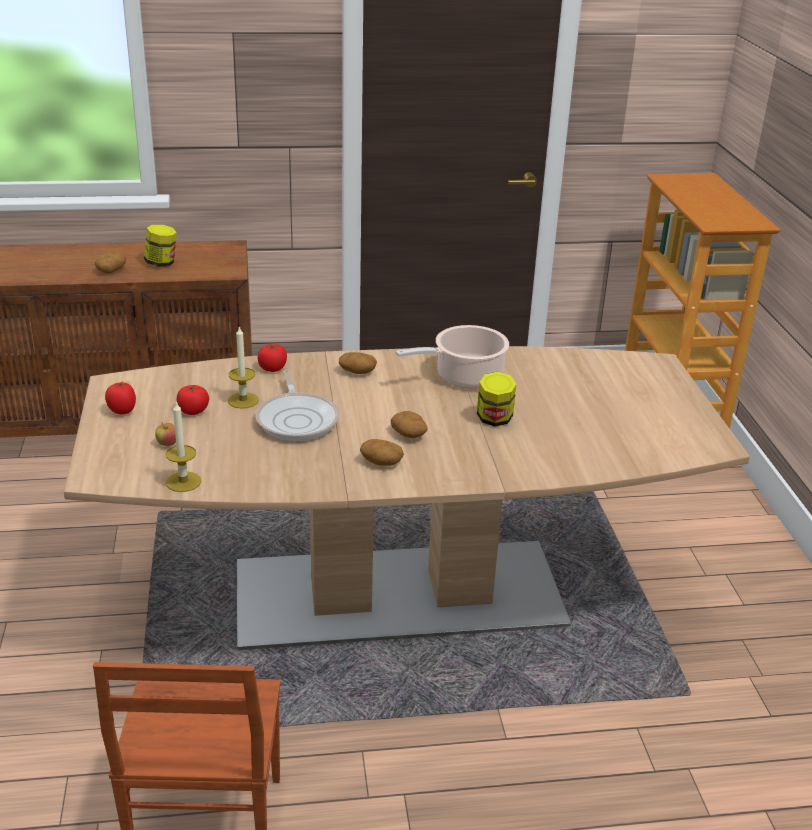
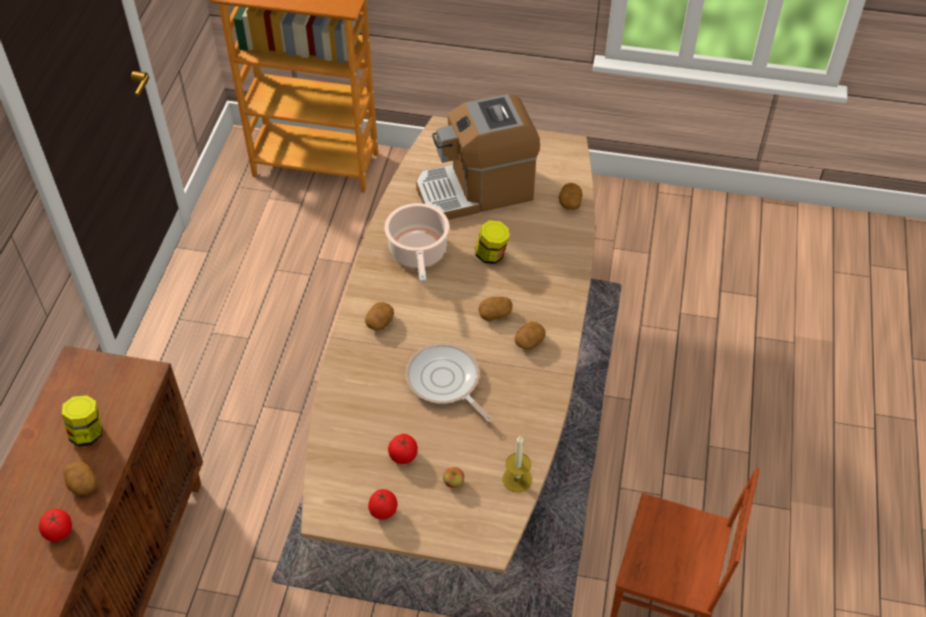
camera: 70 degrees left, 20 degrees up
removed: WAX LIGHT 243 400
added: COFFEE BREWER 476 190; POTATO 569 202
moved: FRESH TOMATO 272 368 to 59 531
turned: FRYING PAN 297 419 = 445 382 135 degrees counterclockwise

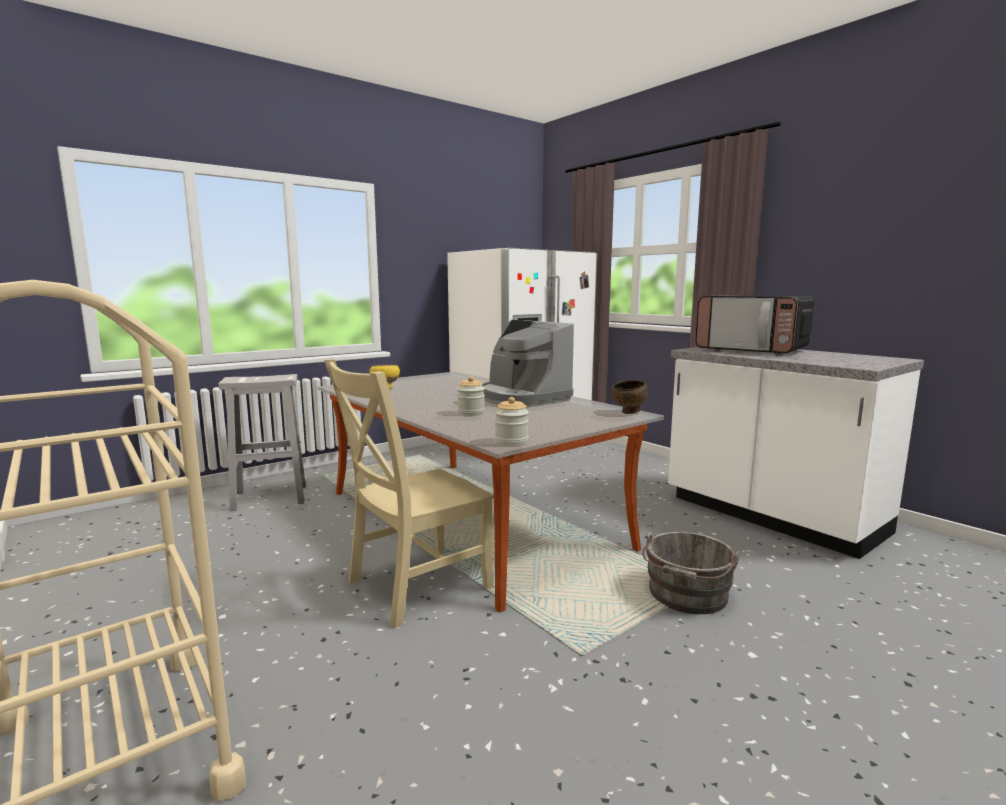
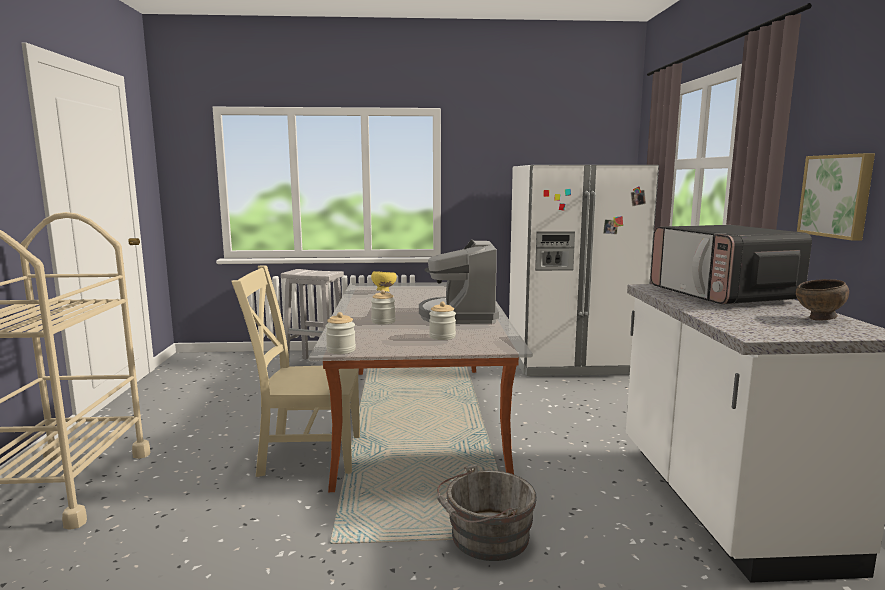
camera: 35 degrees right, 0 degrees up
added: JAR 442 336; WALL ART 837 196
moved: BROWNISH SERVING BOWL 629 413 to 819 319

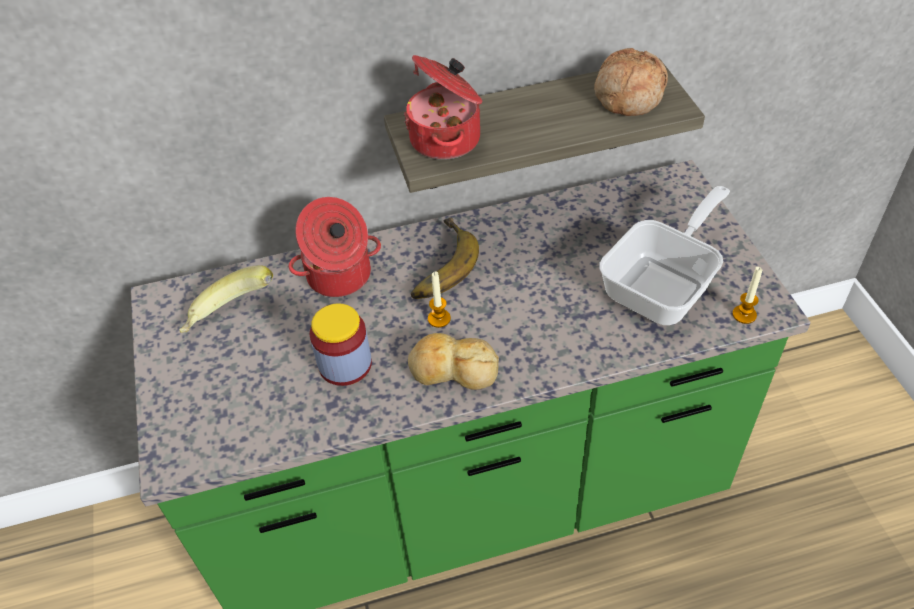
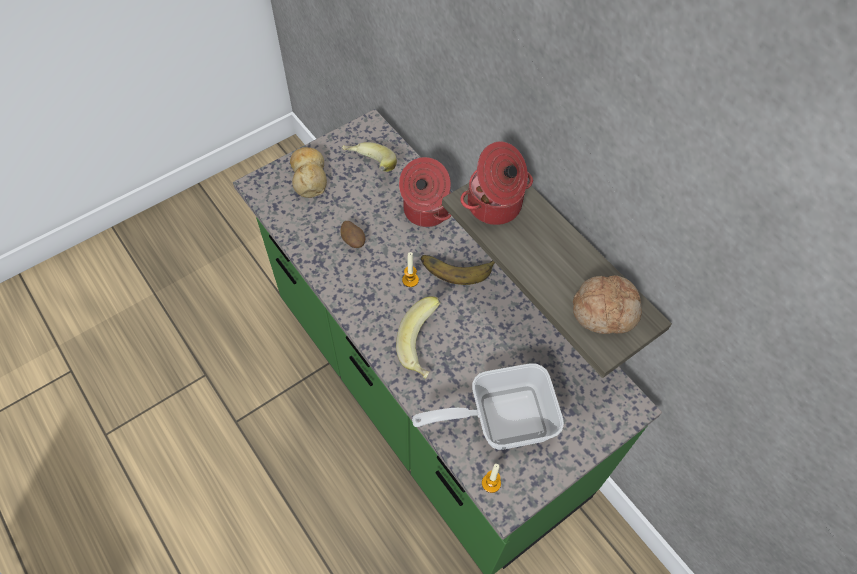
camera: 65 degrees right, 10 degrees up
added: WHOLE BANANA 424 347
moved: BAKED BREAD 453 370 to 309 176
replaced: JAR 345 364 to POTATO 353 241
turned: FRYING PAN 664 285 = 500 418 150 degrees clockwise

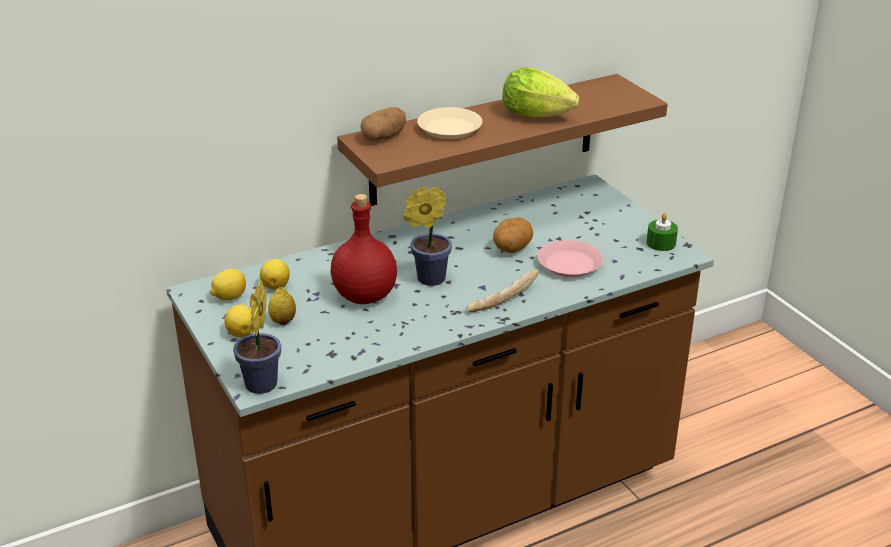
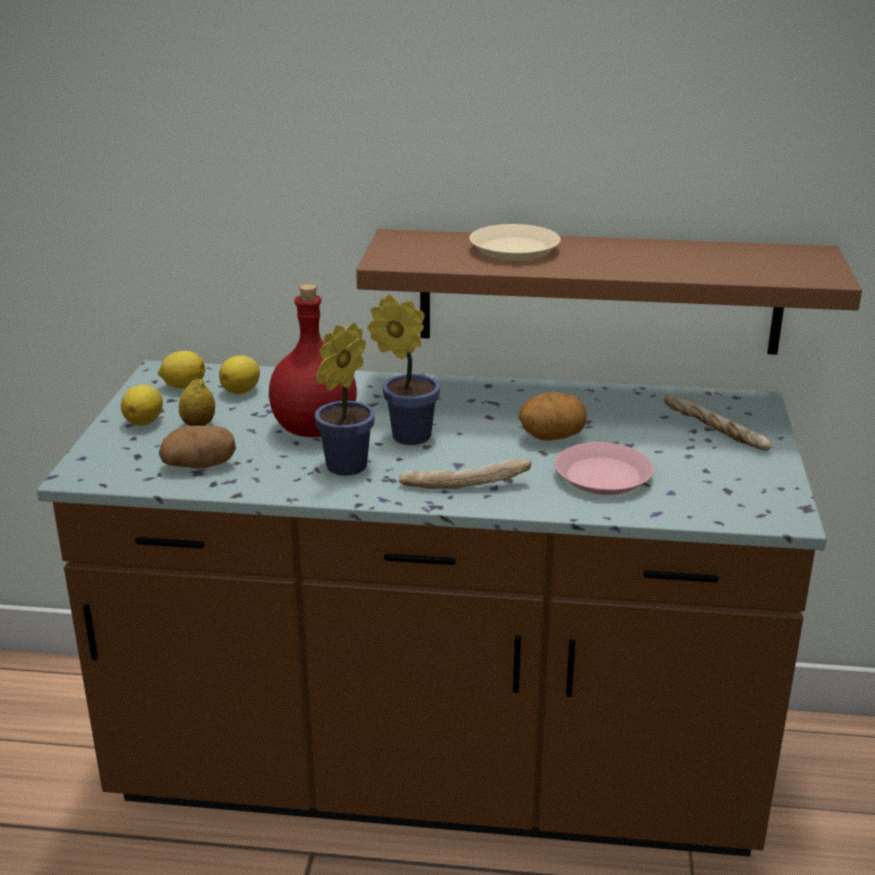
camera: 35 degrees right, 5 degrees down
removed: HEAD OF LETTUCE 540 116; GREEN WAX LIGHT 661 243
added: BAKED BREAD 714 434
moved: POTTED PLANT 260 387 to 342 468; POTATO 383 137 to 200 465

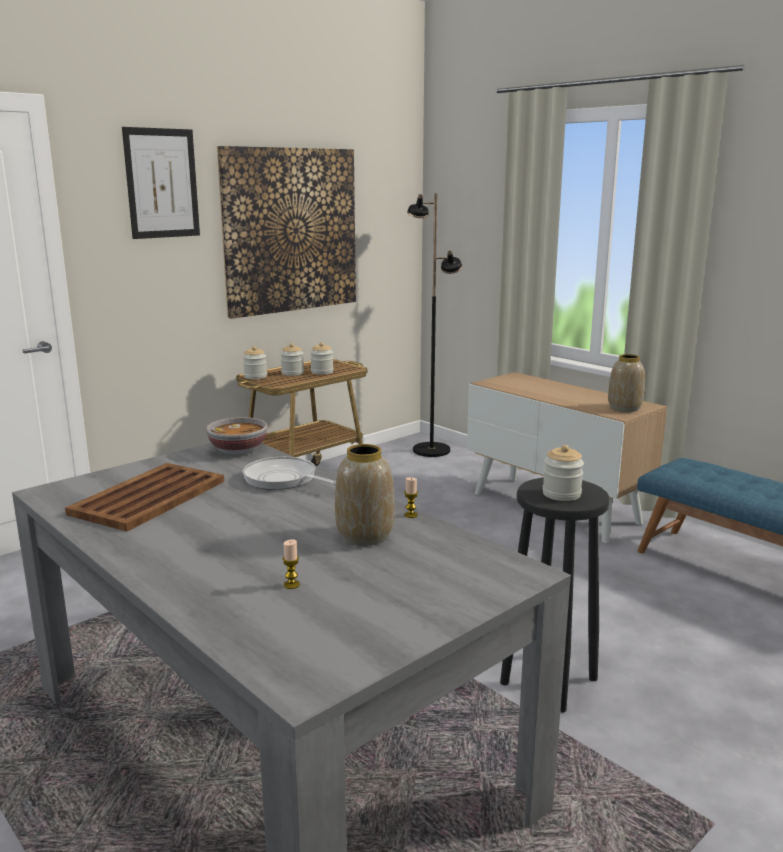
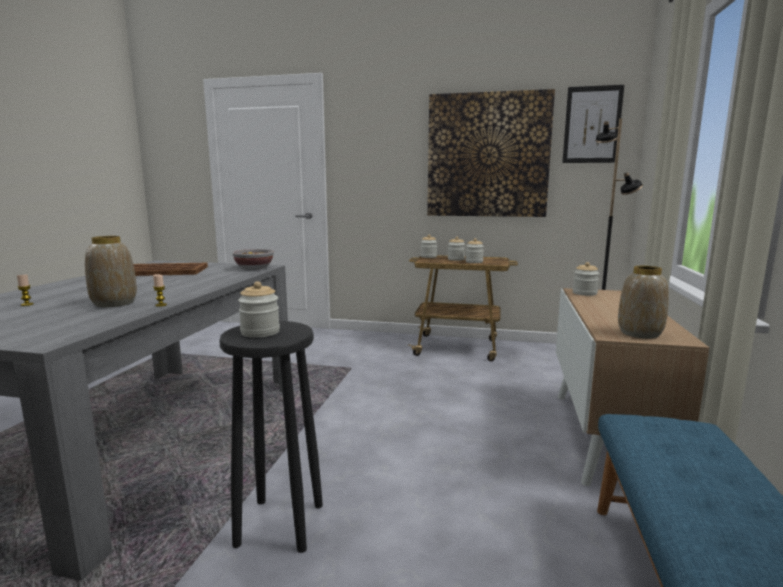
camera: 55 degrees right, 5 degrees down
removed: FRYING PAN 283 479
added: JAR 584 293
moved: WALL ART 162 183 to 592 125

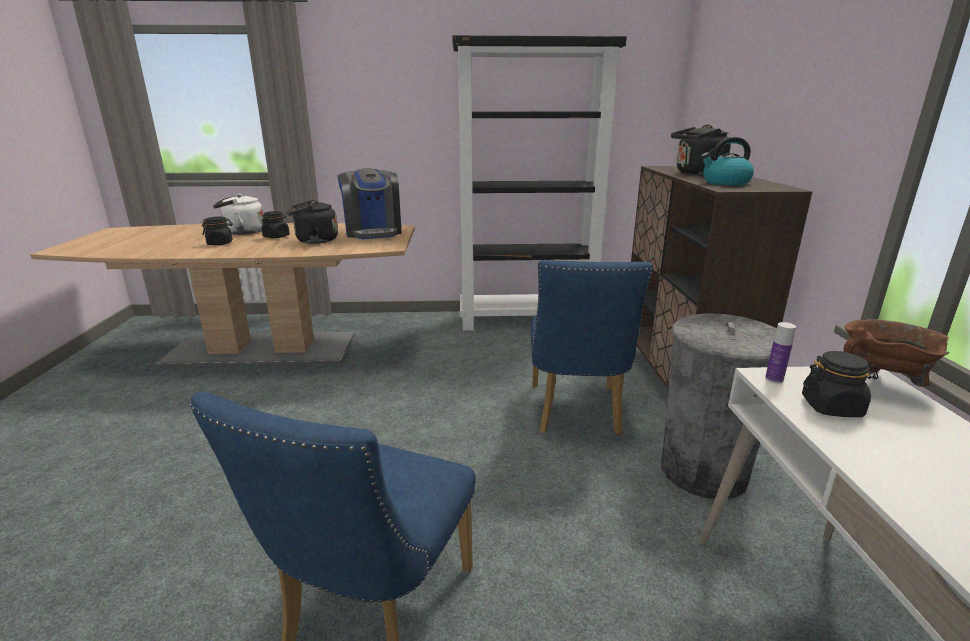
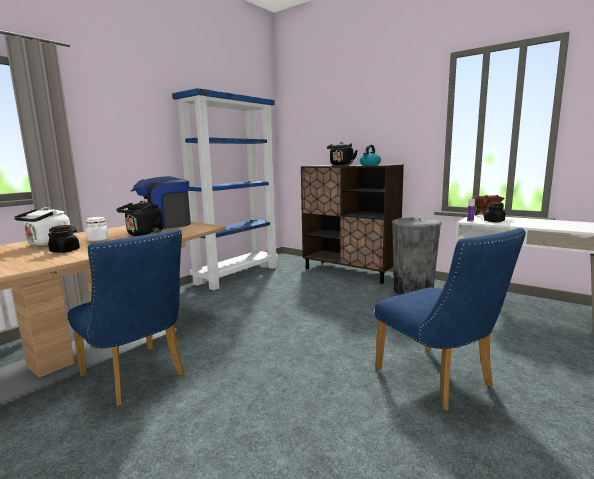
camera: 50 degrees left, 10 degrees down
moved: BLUE CHAIR 575 414 to 137 378
recoloured: BLACKISH JAR 276 236 to WHITISH JAR 98 239; BLACKISH BOOKCASE 527 320 to BLUE BOOKCASE 237 275
turned: COFFEE BREWER 373 232 = 164 225 135 degrees clockwise

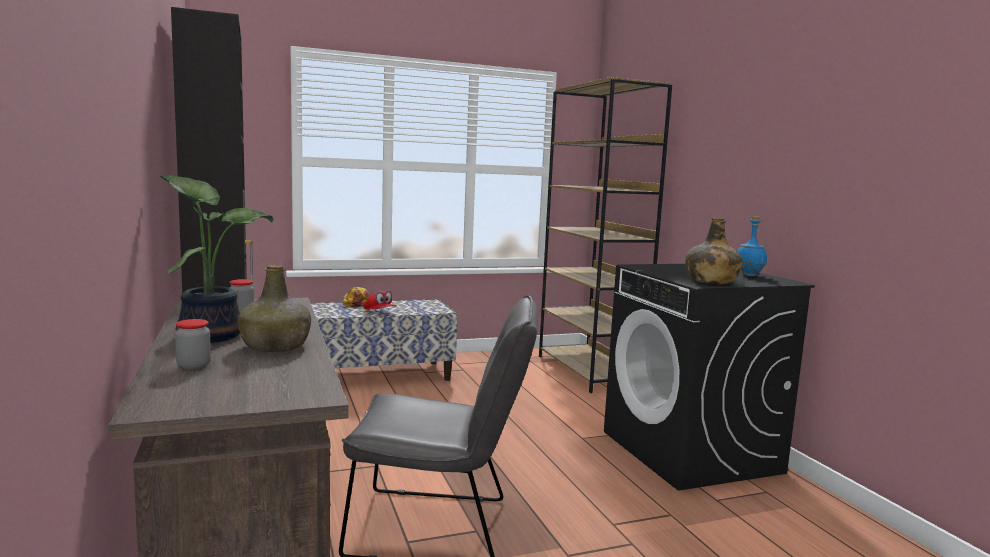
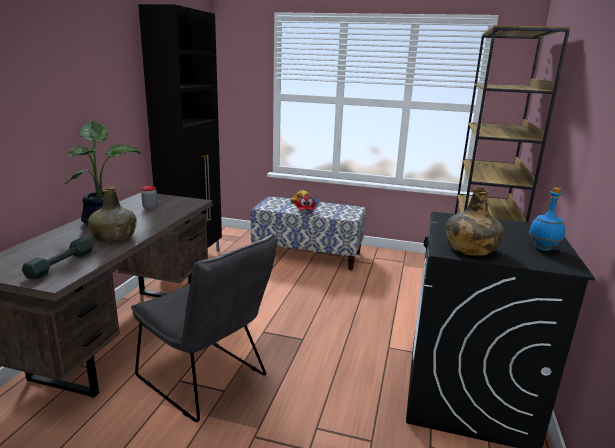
camera: 35 degrees right, 10 degrees up
removed: JAR 193 366
added: GRAY DUMBBELL 61 264

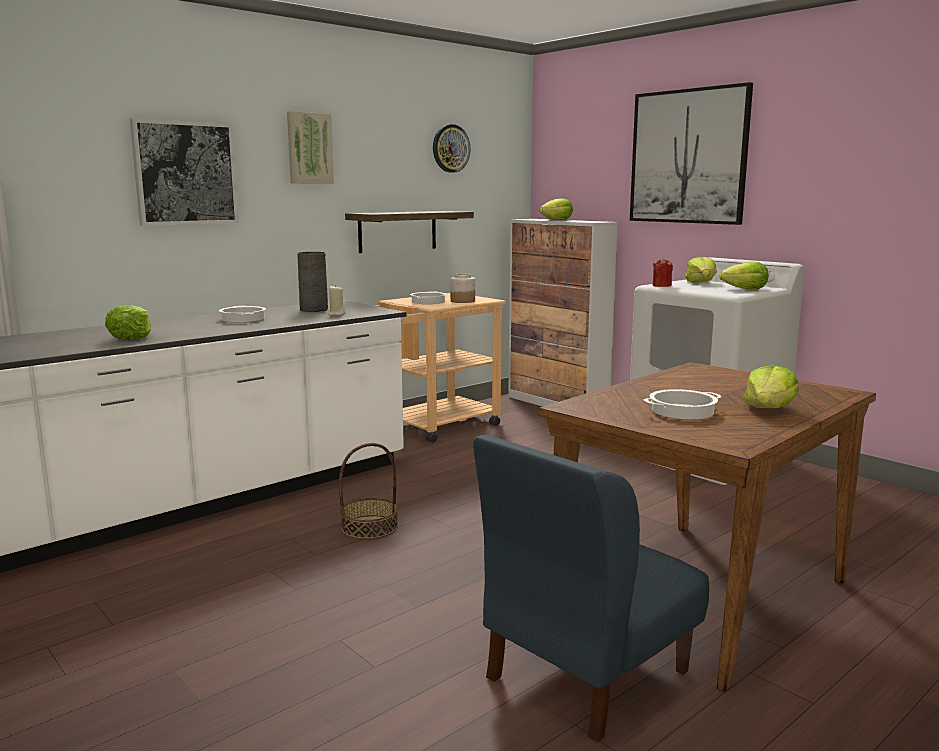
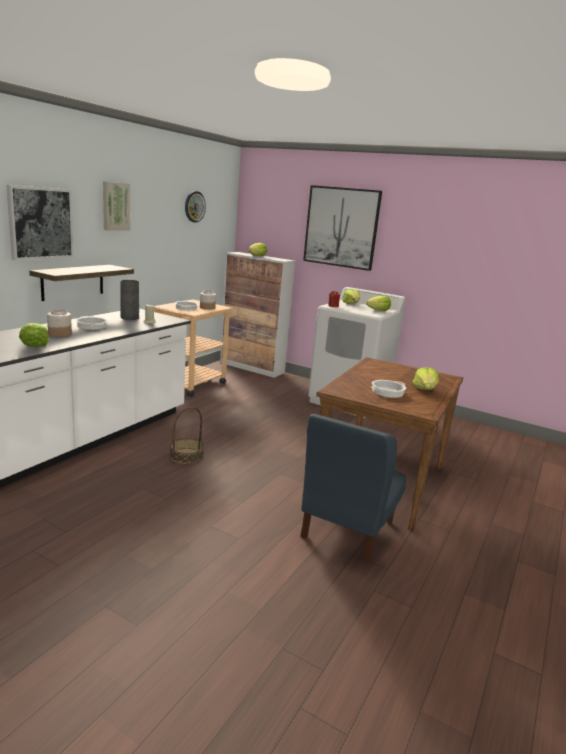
camera: 20 degrees left, 5 degrees up
added: JAR 59 334
moved: BRACKET SHELF 397 231 to 73 282

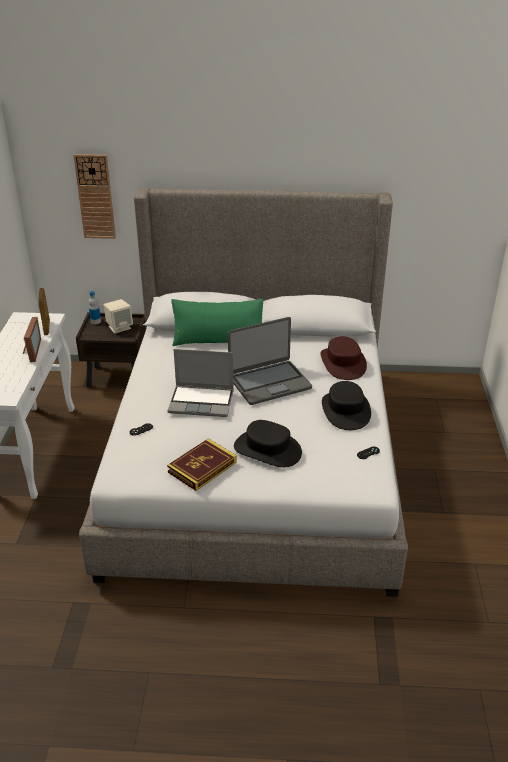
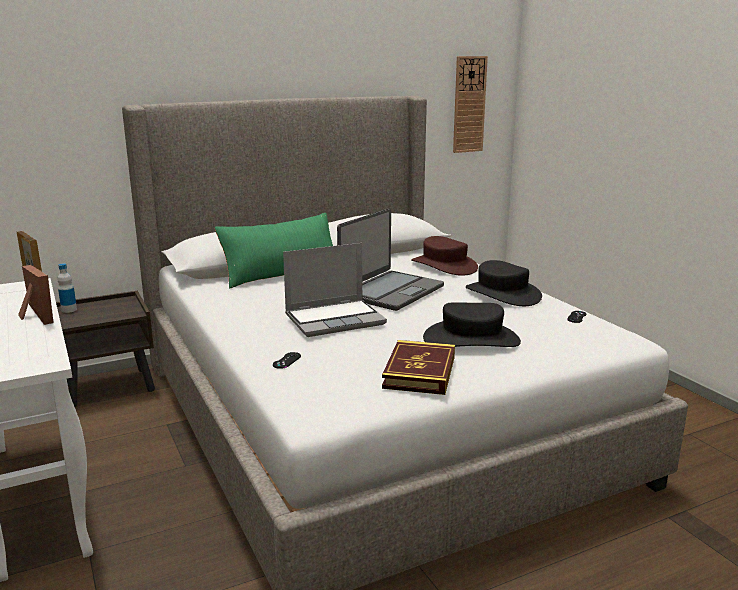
camera: 30 degrees left, 15 degrees down
removed: BEIGE-COLOURED AUDIO SPEAKER 119 327
moved: WALL CLOCK 95 197 to 469 104

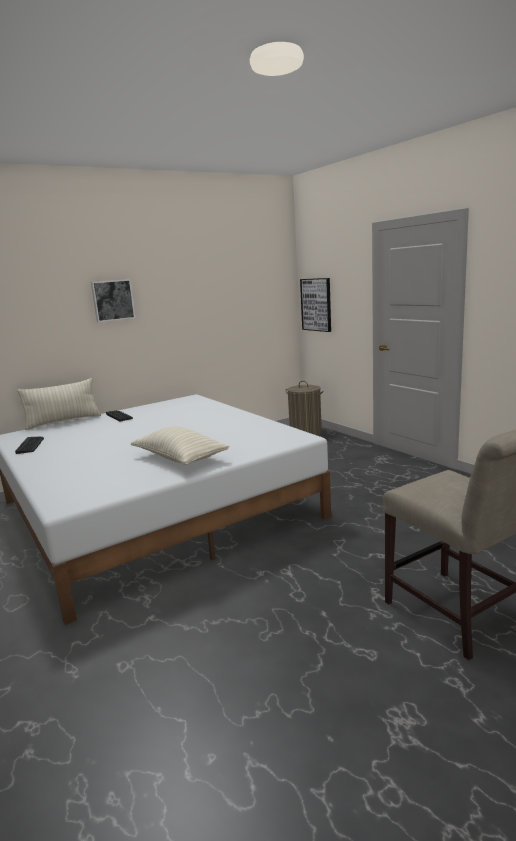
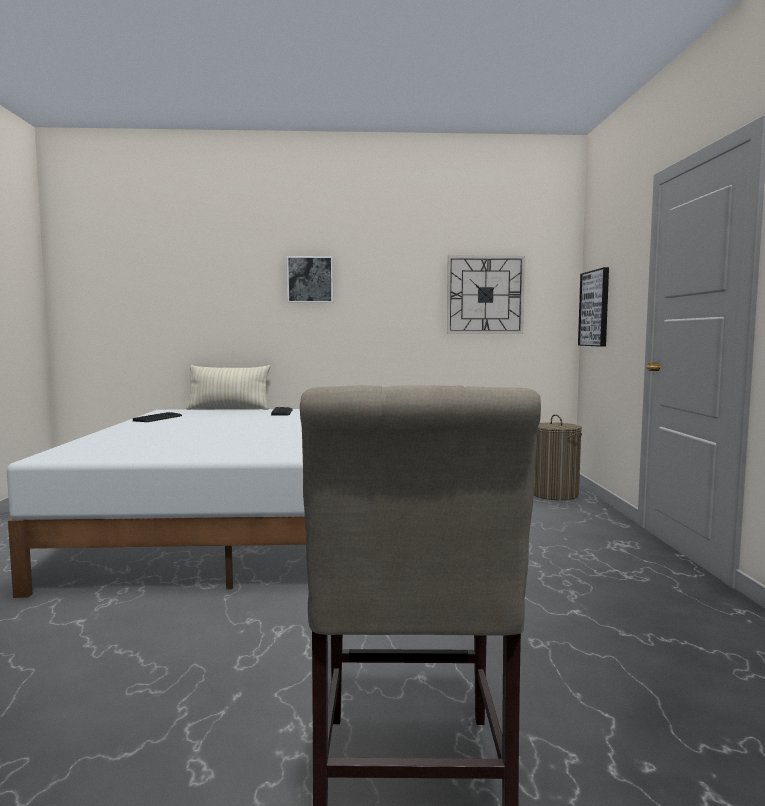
camera: 30 degrees right, 10 degrees down
removed: BEIGE-COLOURED PILLOW 180 458
added: WALL CLOCK 485 295

